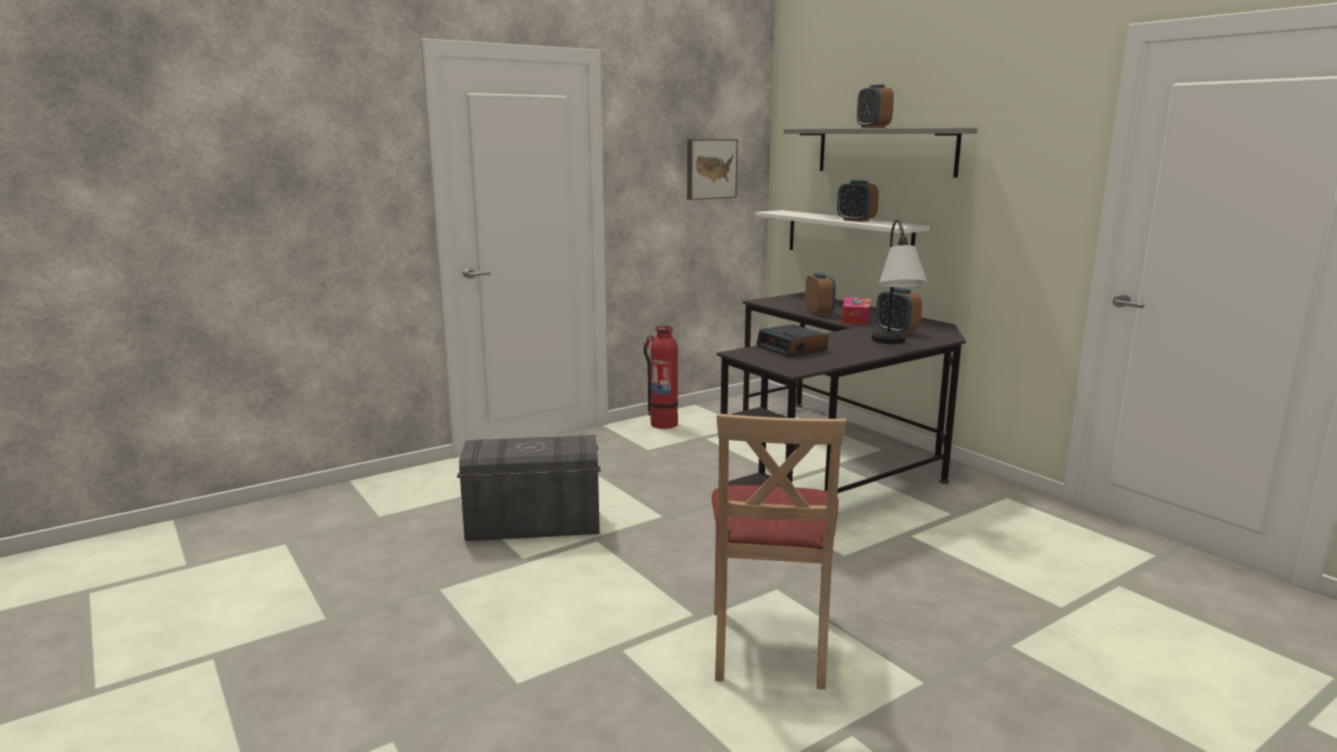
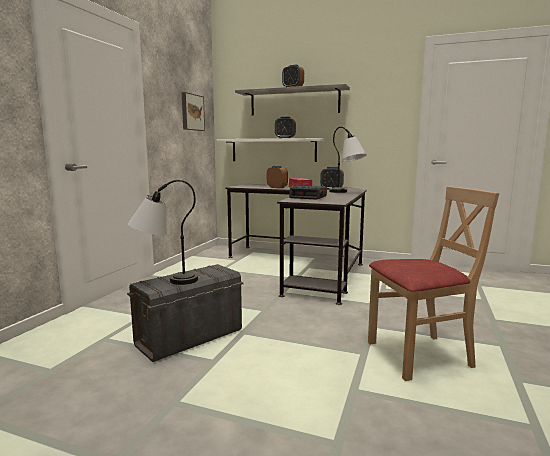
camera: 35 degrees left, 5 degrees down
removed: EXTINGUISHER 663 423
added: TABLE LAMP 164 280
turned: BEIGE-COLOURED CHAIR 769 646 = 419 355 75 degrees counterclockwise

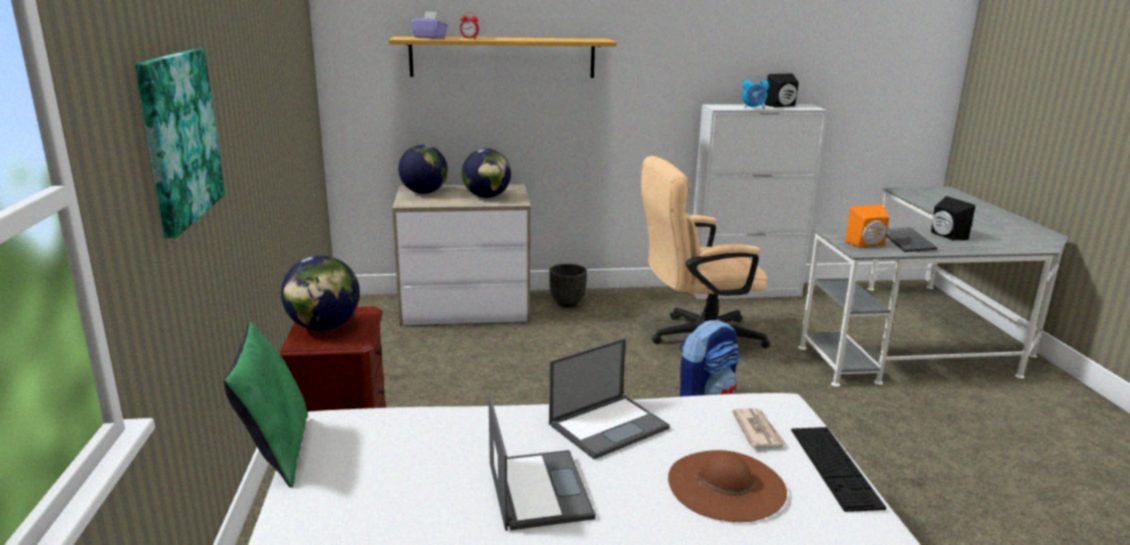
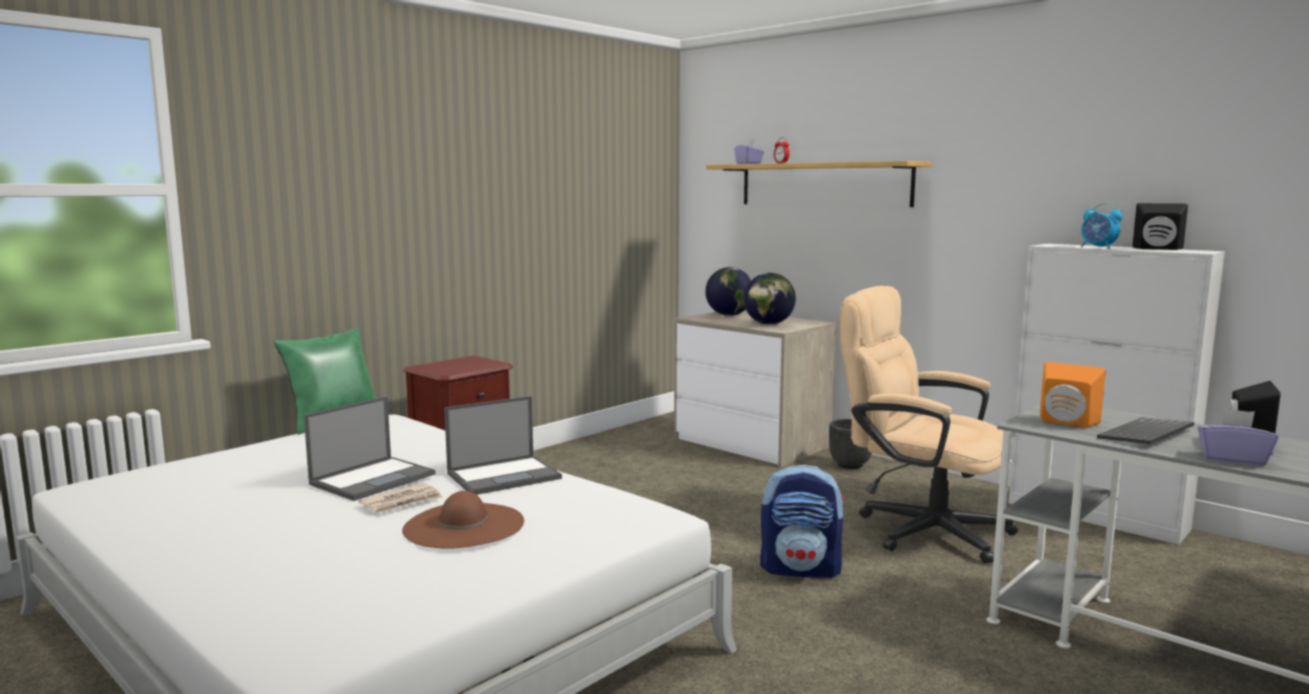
camera: 50 degrees right, 10 degrees down
removed: WALL ART 179 138; GLOBE 324 327; KEYBOARD 834 467
added: PURPLISH TISSUE BOX 1233 459
moved: DAILY PAPER 758 431 to 402 502
turned: LAPTOP 609 425 = 505 476 45 degrees counterclockwise

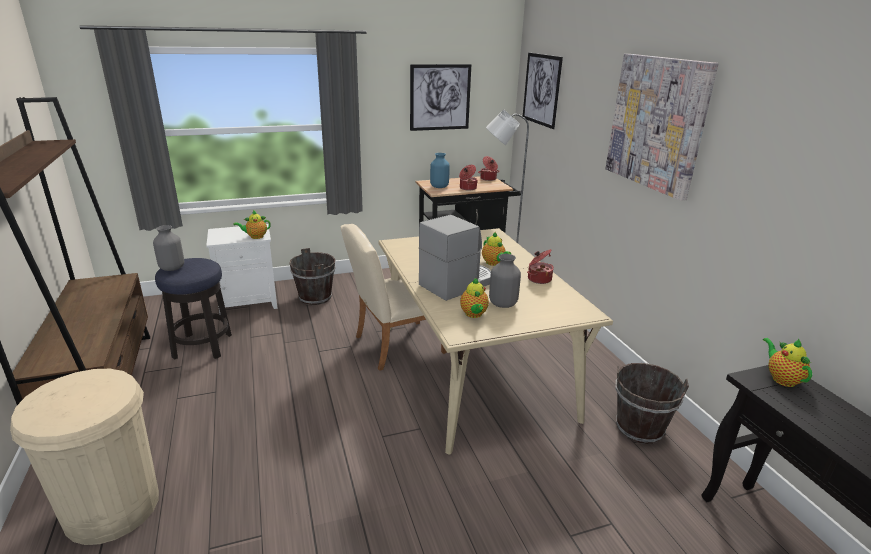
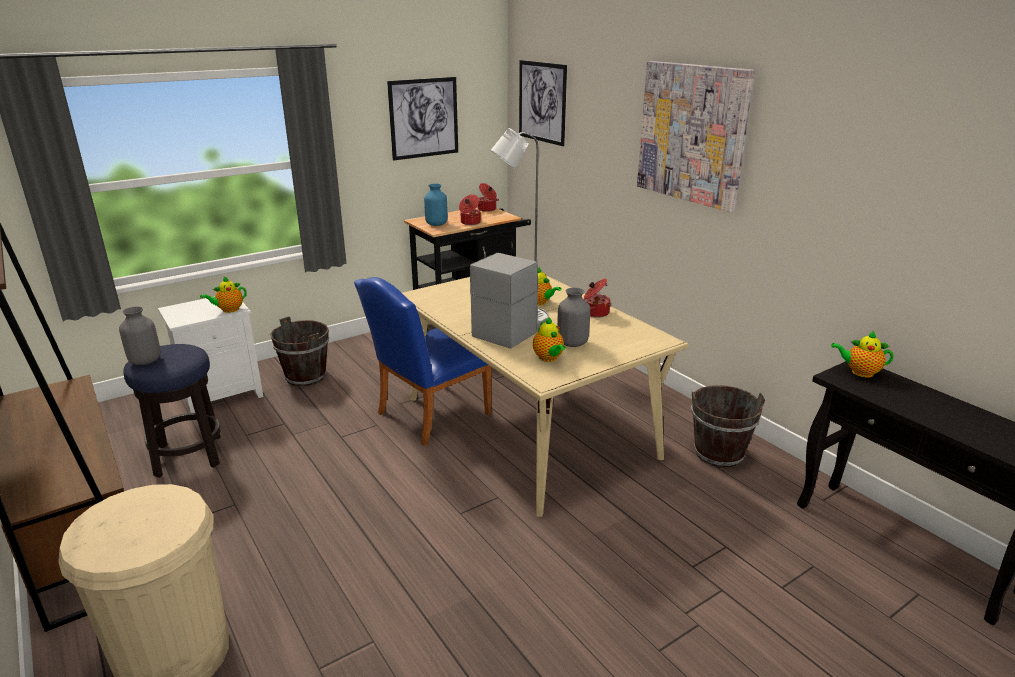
camera: 15 degrees left, 0 degrees up
recoloured: BEIGE-COLOURED CHAIR 393 345 to BLUE CHAIR 428 416
turned: TEAPOT 781 379 = 859 372 45 degrees counterclockwise

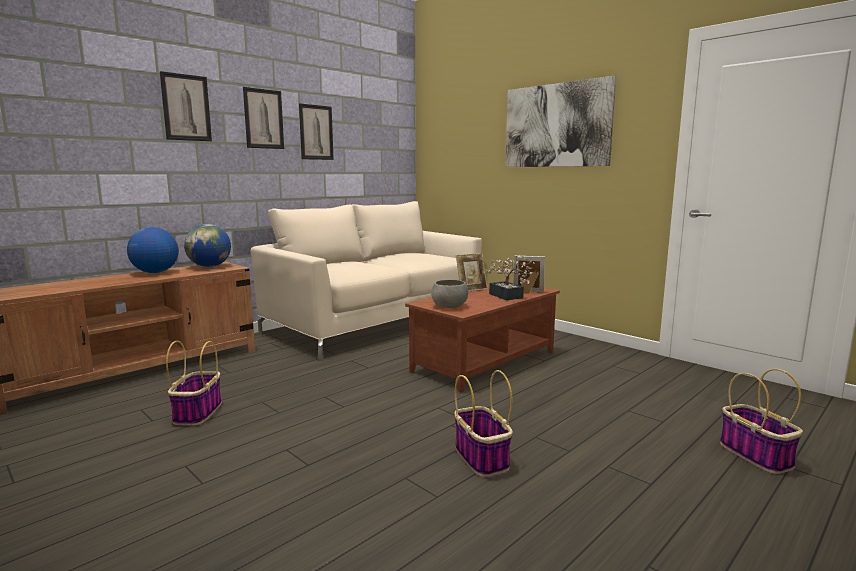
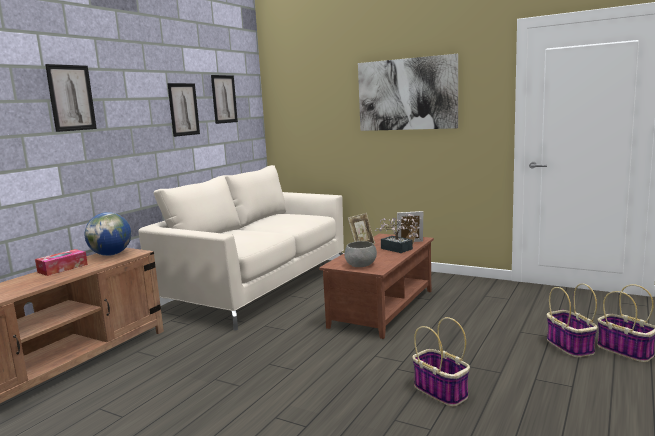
camera: 15 degrees left, 0 degrees up
moved: BASKET 198 412 to 569 346; WALL ART 263 119 to 224 99
replaced: GLOBE 155 272 to TISSUE BOX 62 268

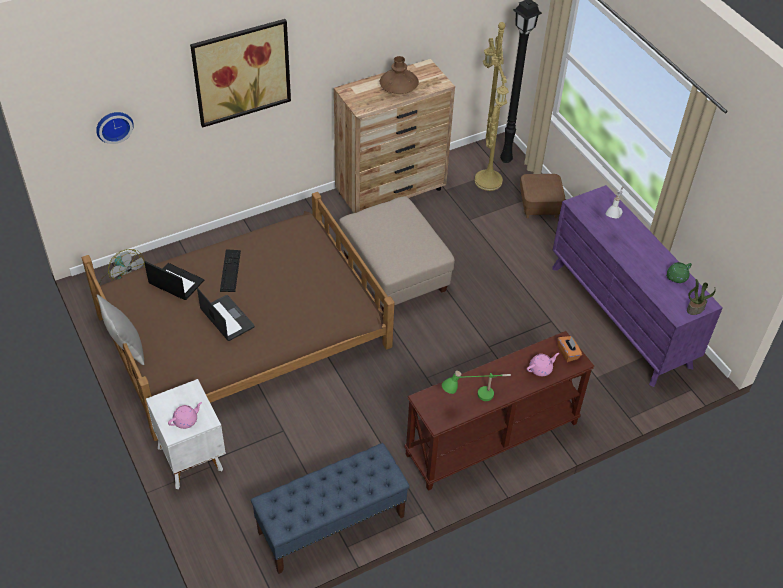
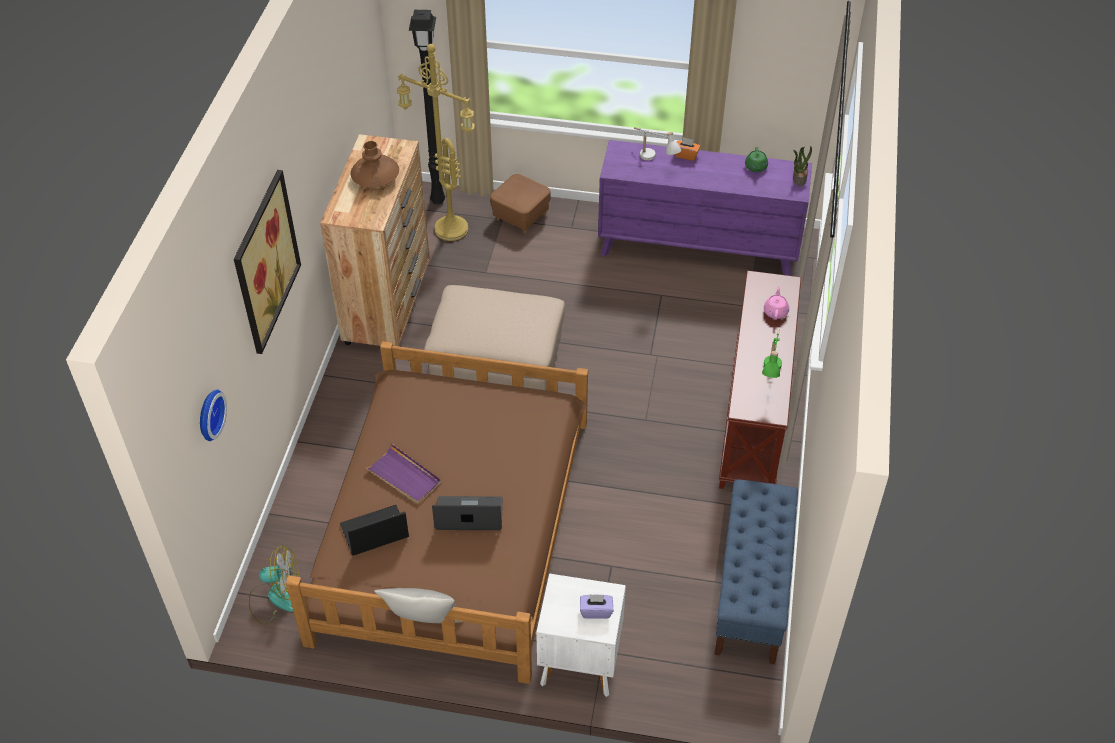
camera: 50 degrees left, 0 degrees up
moved: ORANGE-COLOURED TISSUE BOX 568 353 to 686 155
replaced: PINKISH TEAPOT 186 420 to PURPLISH TISSUE BOX 596 611; KEYBOARD 230 270 to PURPLISH CARRYING TRAY 404 476

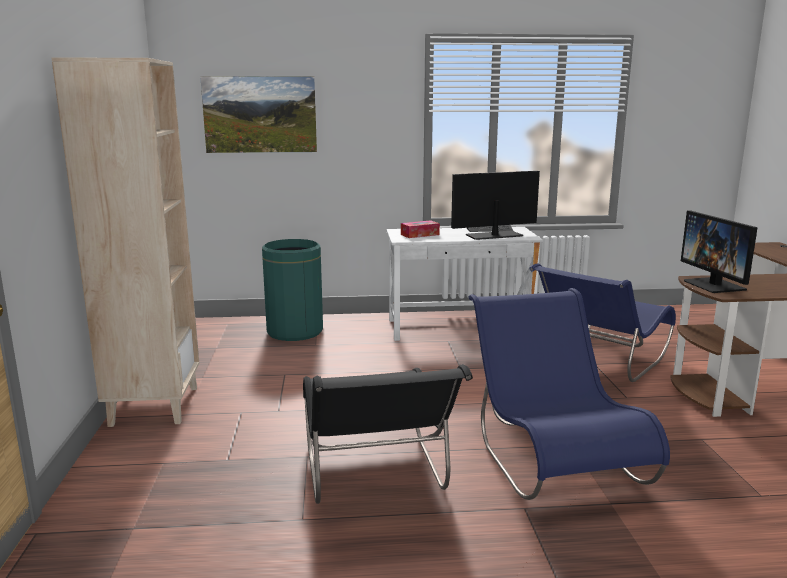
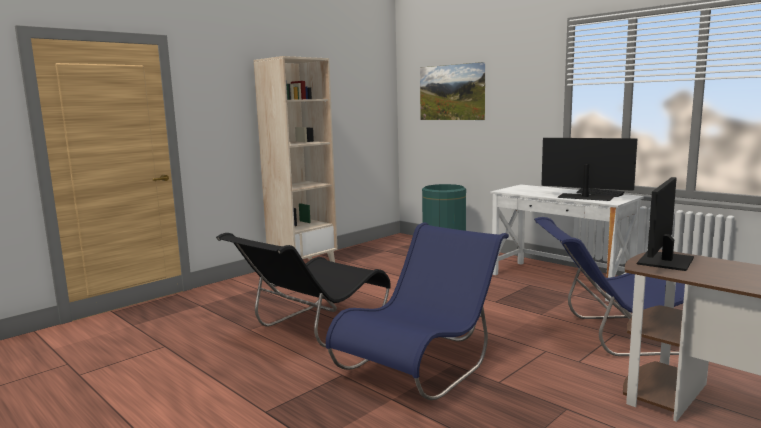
camera: 50 degrees right, 5 degrees down
removed: TISSUE BOX 420 234

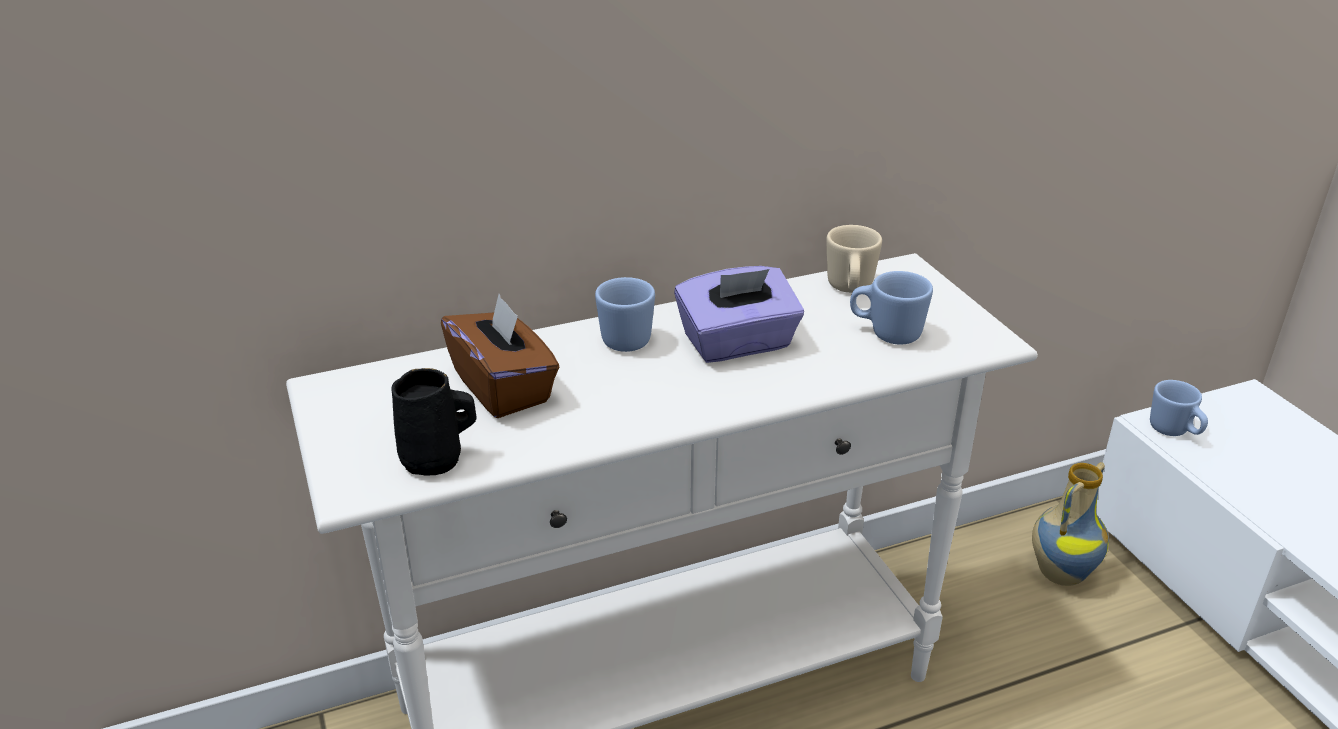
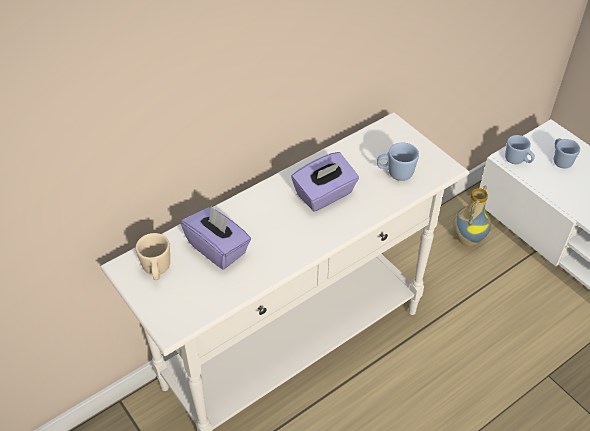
camera: 15 degrees left, 15 degrees up
removed: BLACKISH COFFEE MUG 435 460
moved: BLUE COFFEE MUG 626 336 to 560 160; BEIGE-COLOURED COFFEE MUG 850 289 to 157 271
recoloured: BROWNISH TISSUE BOX 503 388 to PURPLISH TISSUE BOX 218 248

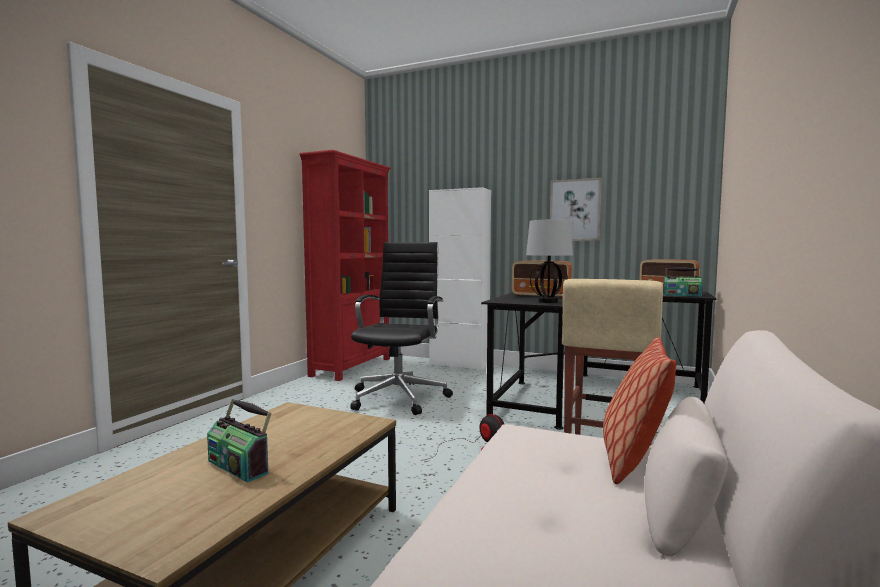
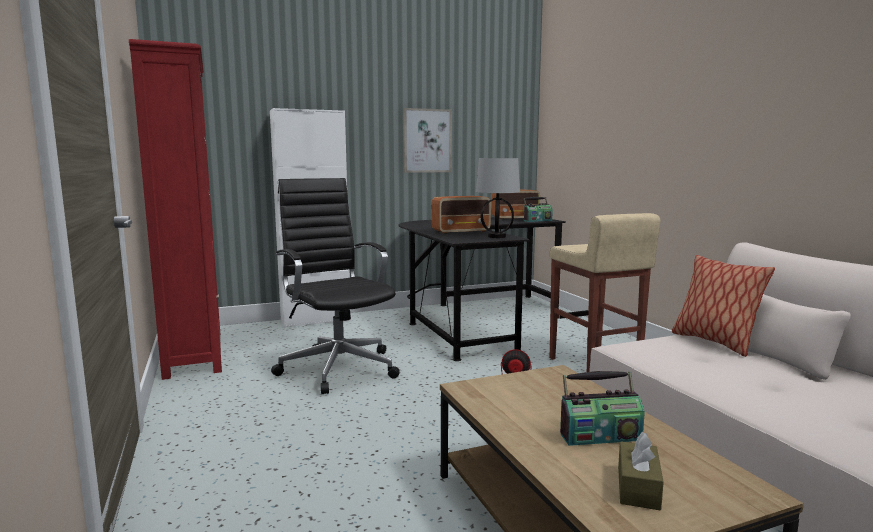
camera: 45 degrees left, 5 degrees up
added: BROWNISH TISSUE BOX 638 487

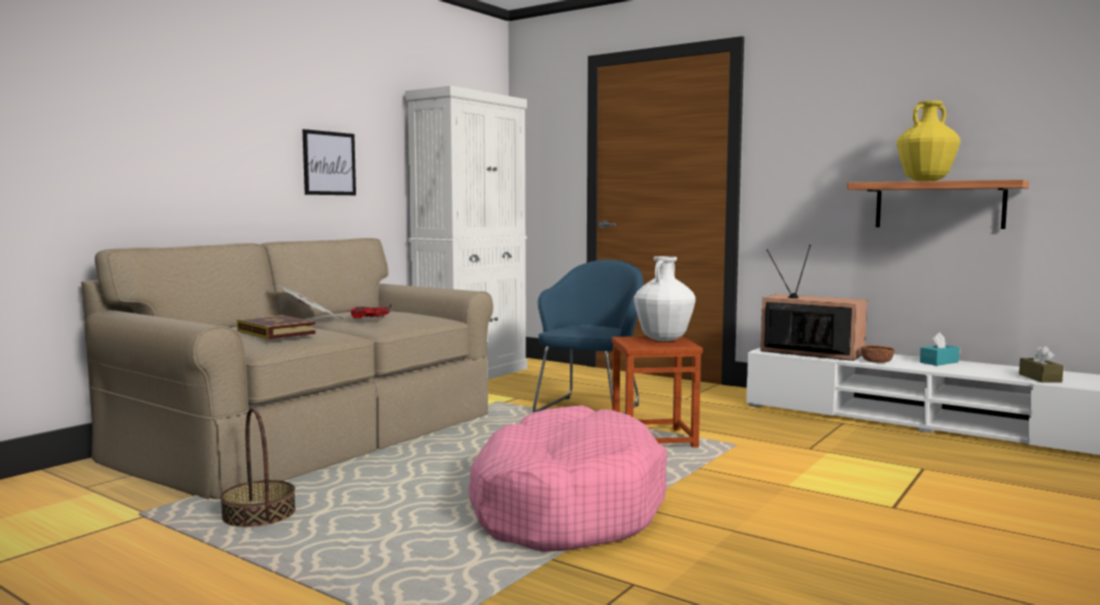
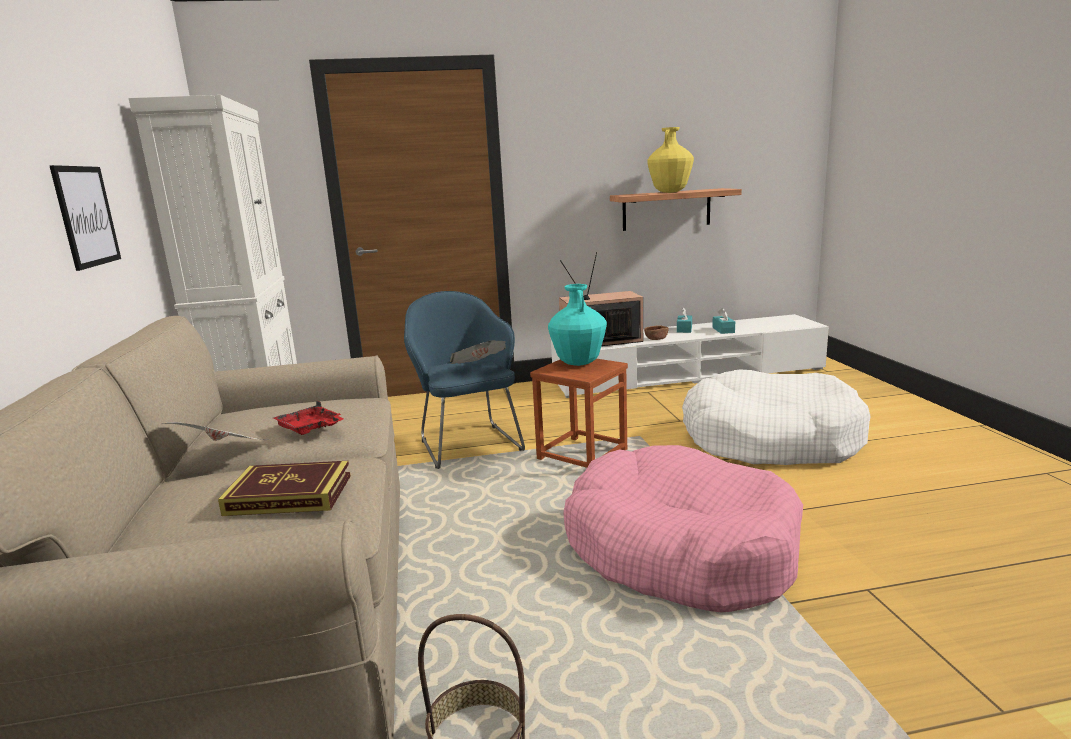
camera: 45 degrees left, 10 degrees up
removed: BROWNISH TISSUE BOX 1040 378
added: DAILY PAPER 478 368; WHITISH DOG CUSHION 770 439; TURQUOISE-COLOURED TISSUE BOX 723 330
recoloured: WHITISH DECORATIVE VASE 663 340 to TURQUOISE-COLOURED DECORATIVE VASE 578 363

